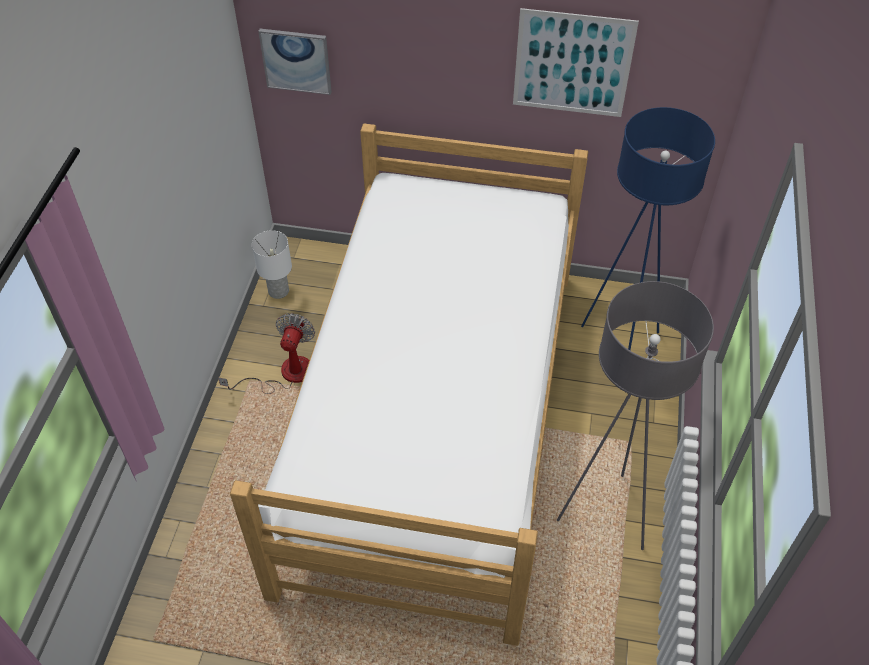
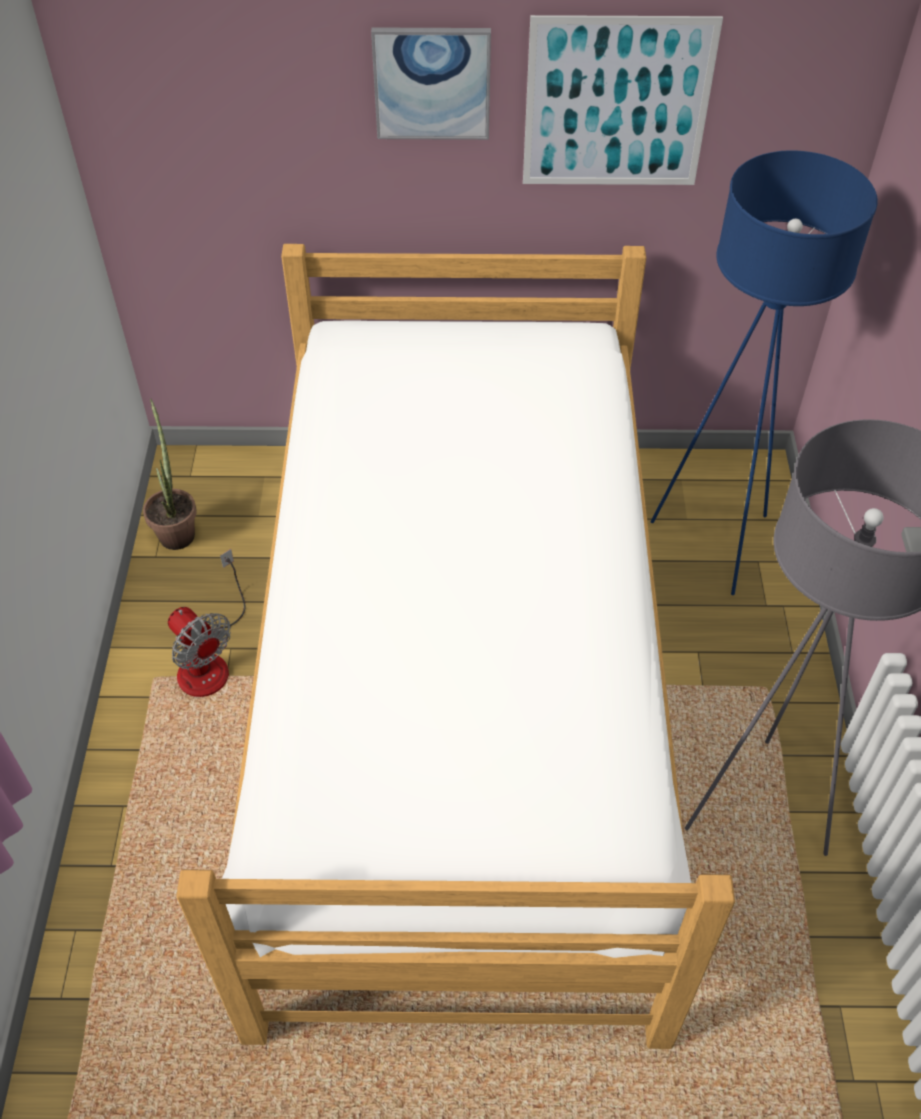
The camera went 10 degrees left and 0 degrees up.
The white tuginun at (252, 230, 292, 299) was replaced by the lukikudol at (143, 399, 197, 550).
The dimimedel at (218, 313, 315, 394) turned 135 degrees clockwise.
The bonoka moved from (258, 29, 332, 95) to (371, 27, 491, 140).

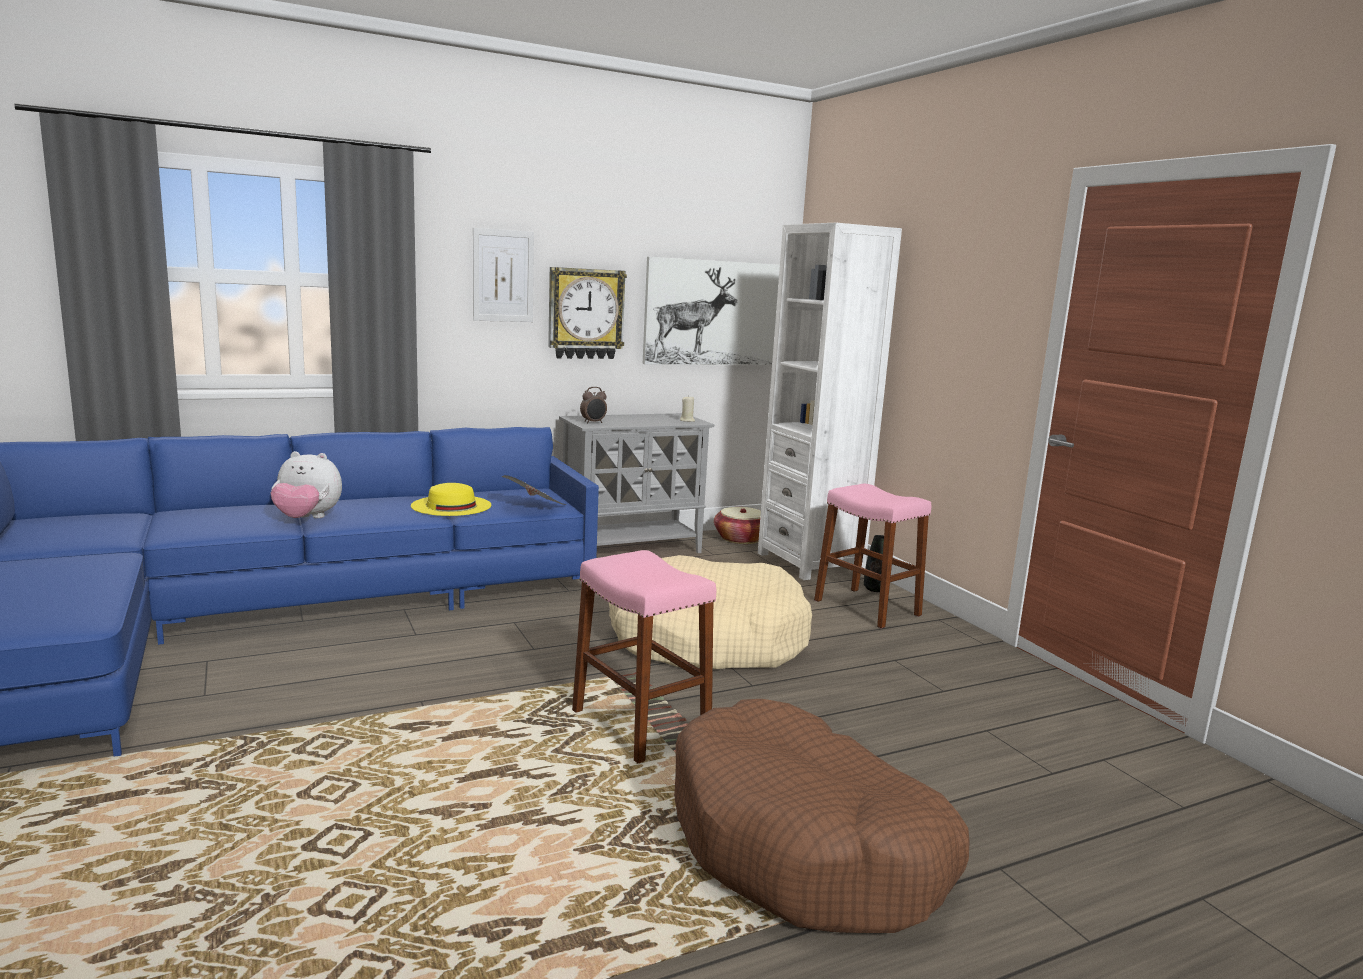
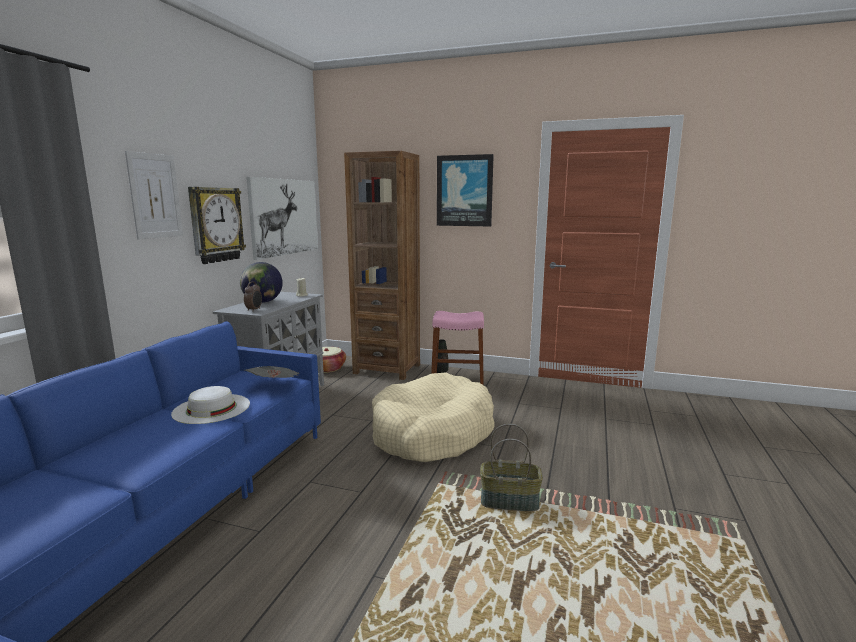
The camera went 45 degrees left and 0 degrees up.
The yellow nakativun at (411, 483, 491, 516) became the white nakativun at (171, 386, 250, 424).
The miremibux at (240, 262, 283, 303) appeared.
The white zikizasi at (758, 223, 902, 580) became the brown zikizasi at (344, 151, 420, 380).
The bonoka at (437, 154, 494, 227) appeared.
The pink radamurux at (572, 550, 716, 763) was replaced by the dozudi at (480, 424, 543, 511).
The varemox at (270, 451, 342, 518) disappeared.
The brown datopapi at (674, 699, 970, 933) disappeared.

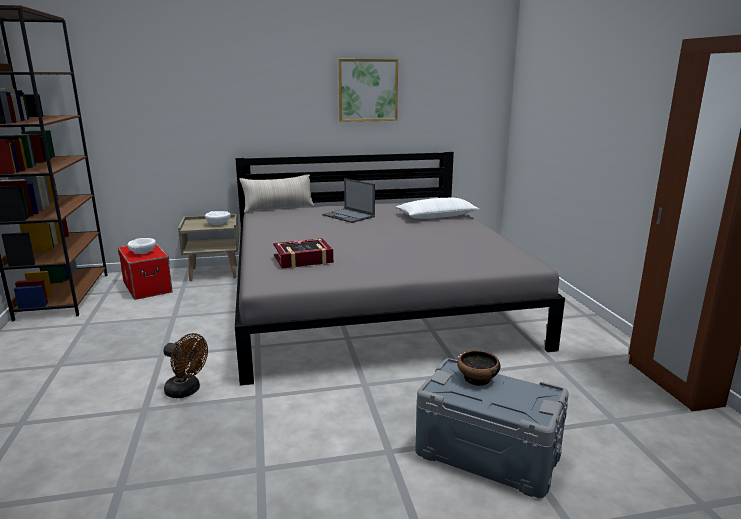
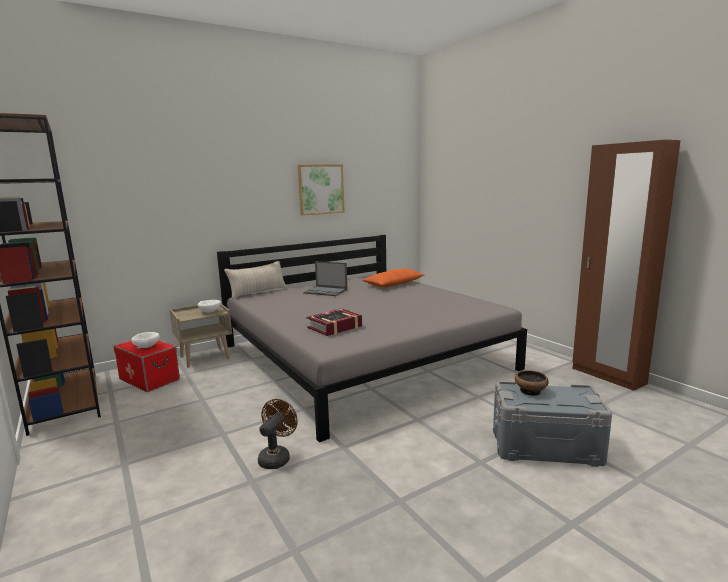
The camera went 20 degrees left and 5 degrees down.
The brown dimimedel at (163, 333, 208, 398) turned 75 degrees counterclockwise.
The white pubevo at (396, 198, 479, 219) became the orange pubevo at (362, 269, 425, 287).

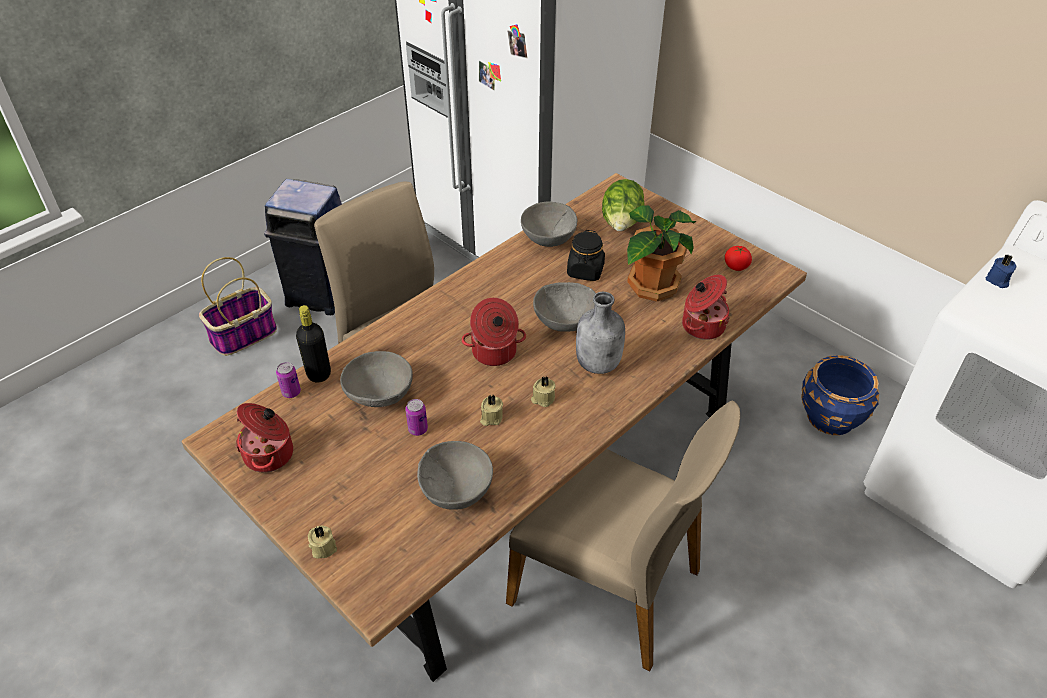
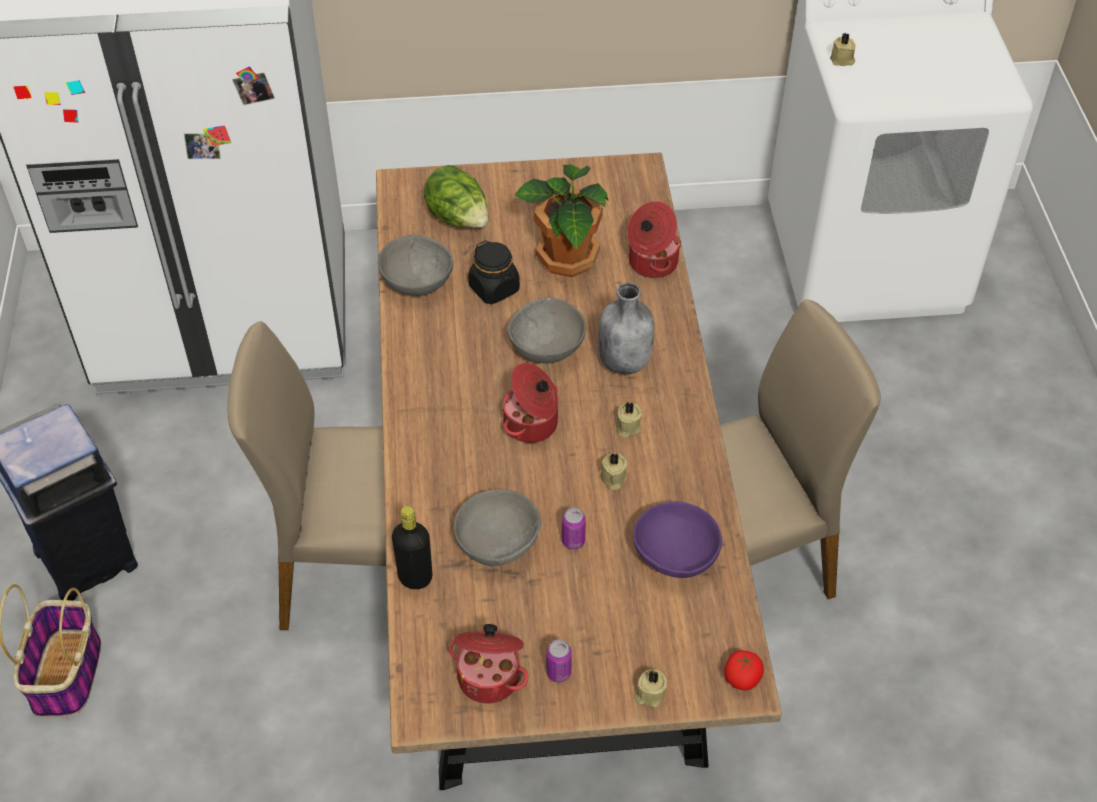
The camera went 50 degrees left and 5 degrees up.
The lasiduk moved from (276, 362, 301, 398) to (546, 640, 572, 682).
The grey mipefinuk at (417, 441, 493, 510) became the purple mipefinuk at (633, 501, 722, 578).
The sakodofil moved from (725, 246, 752, 271) to (724, 650, 764, 690).
The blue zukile at (986, 254, 1016, 288) became the beige zukile at (830, 33, 856, 66).
The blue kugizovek at (801, 355, 879, 435) disappeared.

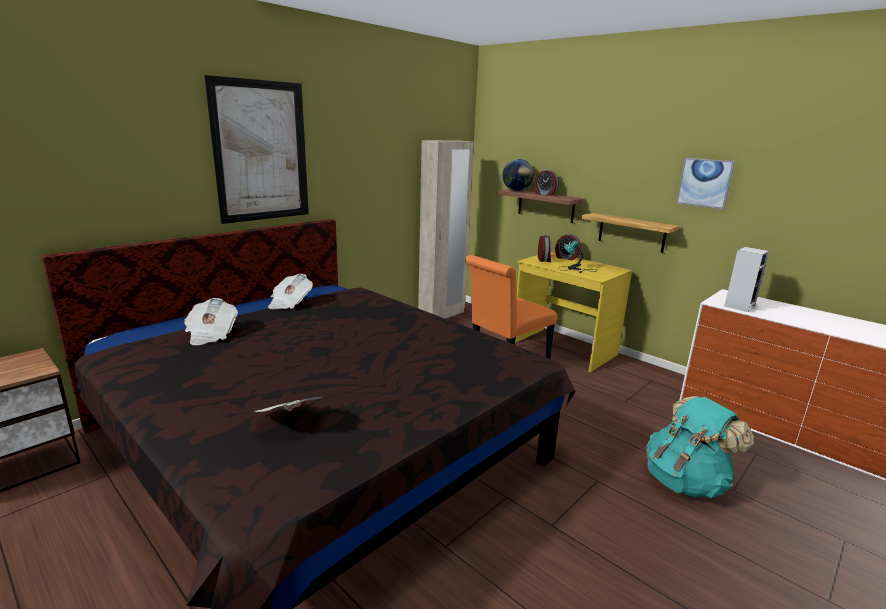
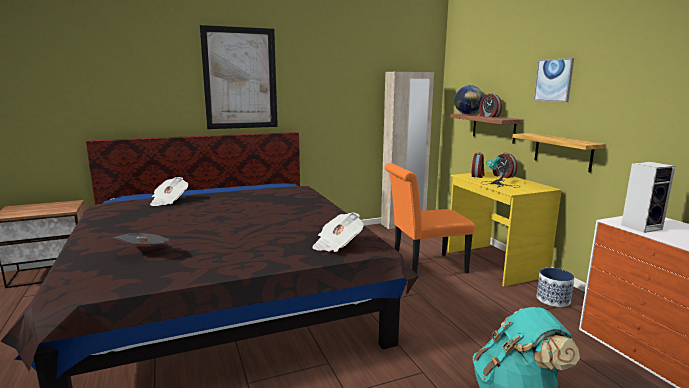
The camera went 25 degrees right and 5 degrees down.
The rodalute moved from (268, 274, 313, 310) to (312, 213, 364, 252).
The bonoka moved from (676, 158, 735, 209) to (534, 58, 574, 102).
The kugizovek at (537, 268, 574, 307) appeared.

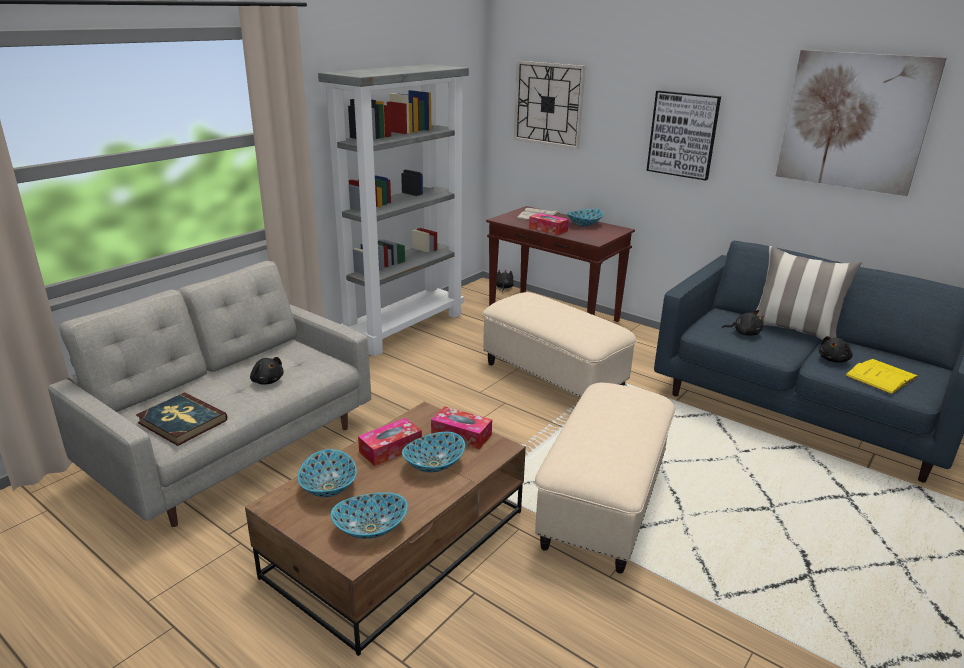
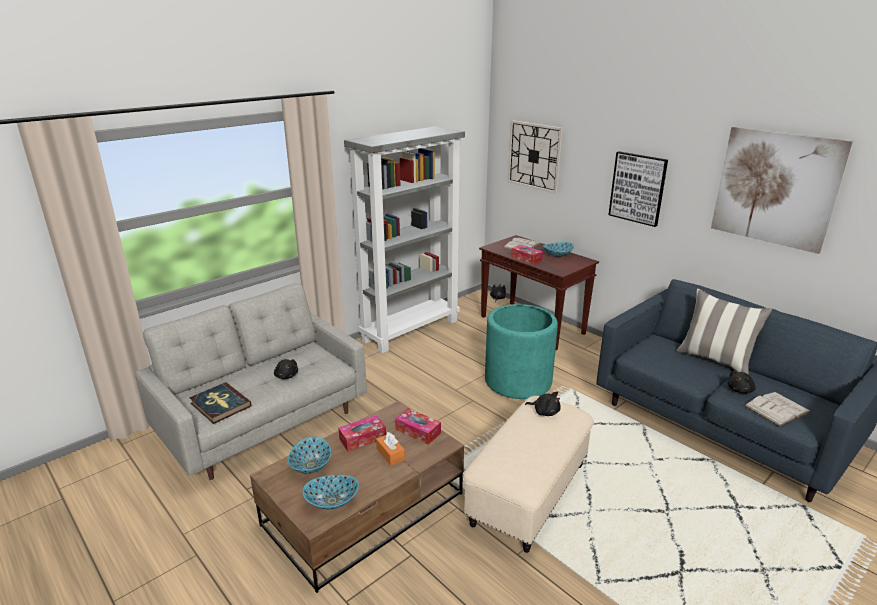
The camera went 10 degrees right and 0 degrees up.
The mipefinuk at (402, 432, 465, 472) was replaced by the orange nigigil at (376, 432, 405, 465).
The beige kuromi at (482, 292, 637, 398) was replaced by the turquoise kugizovek at (485, 304, 558, 399).
The black varemox moved from (722, 310, 764, 336) to (525, 392, 561, 416).
The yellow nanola at (845, 359, 918, 395) became the white nanola at (744, 392, 811, 427).

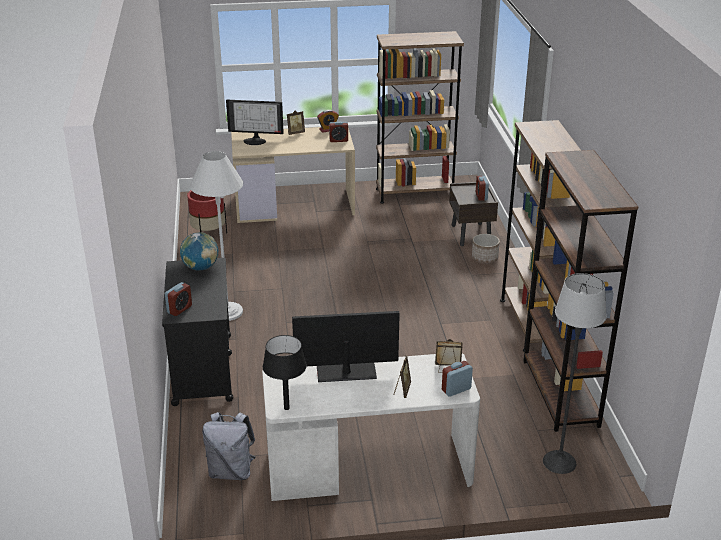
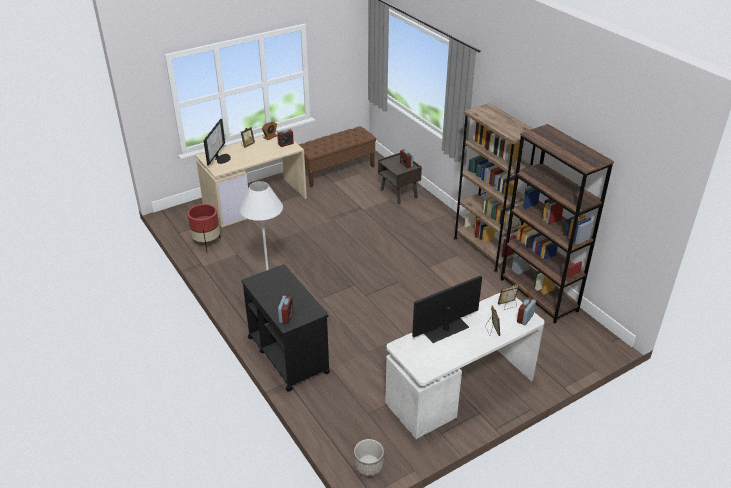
The camera went 25 degrees left and 5 degrees up.
The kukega at (226, 100, 284, 145) turned 60 degrees counterclockwise.
The brown zikizasi at (376, 31, 464, 204) was replaced by the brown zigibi at (298, 126, 376, 187).
The kugizovek moved from (472, 234, 500, 264) to (354, 439, 384, 477).
The miremibux at (180, 232, 218, 271) disappeared.
The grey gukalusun at (202, 412, 256, 480) disappeared.
The black tuginun at (263, 335, 307, 410) disappeared.
The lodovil at (543, 273, 607, 474) disappeared.

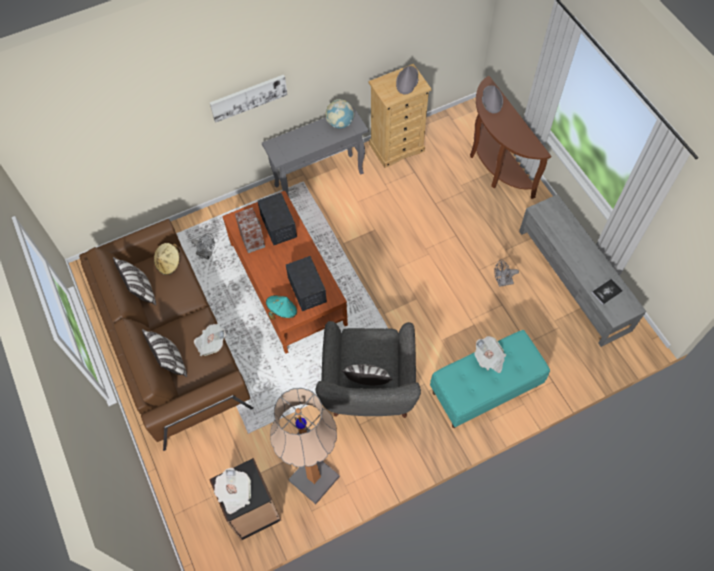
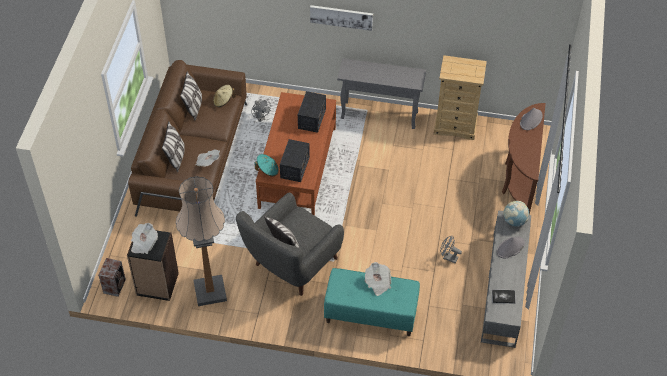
The camera went 35 degrees right and 10 degrees down.
The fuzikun moved from (235, 207, 265, 253) to (98, 258, 126, 297).
The grey nakativun moved from (396, 66, 419, 94) to (497, 236, 525, 258).
The miremibux moved from (326, 99, 355, 128) to (503, 201, 529, 227).

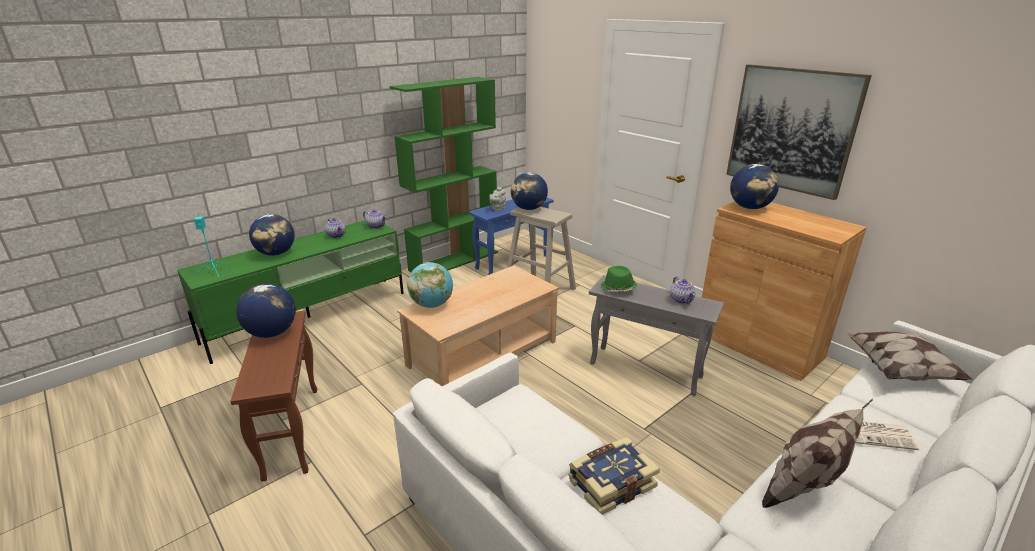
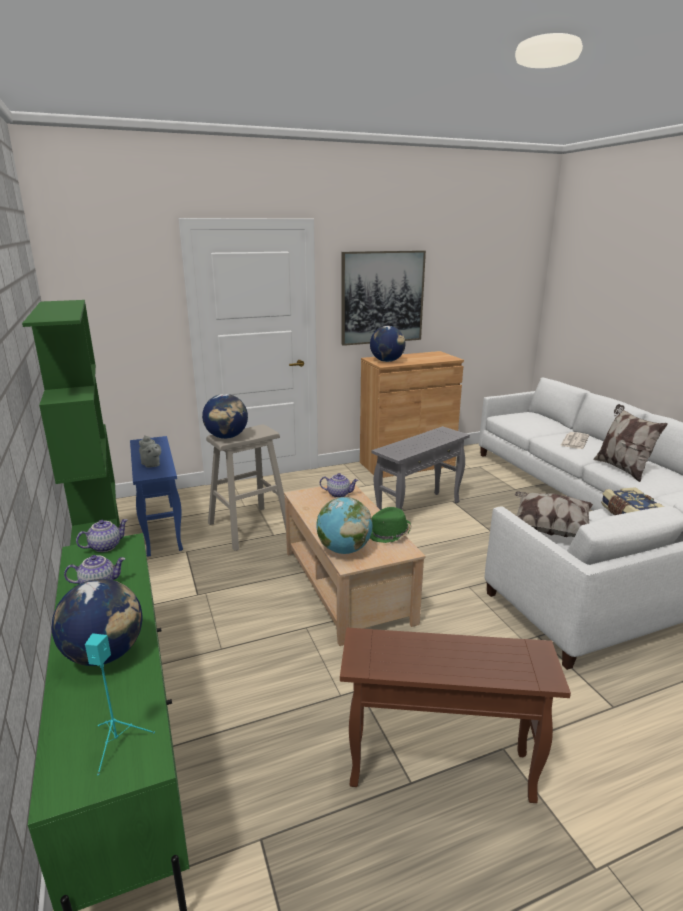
The camera went 70 degrees left and 5 degrees down.
The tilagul moved from (670, 276, 696, 304) to (320, 473, 359, 498).
The green nakativun moved from (601, 266, 637, 292) to (370, 507, 412, 543).
The pubevo moved from (846, 332, 973, 381) to (515, 491, 593, 537).
The miremibux at (236, 284, 296, 338) disappeared.

